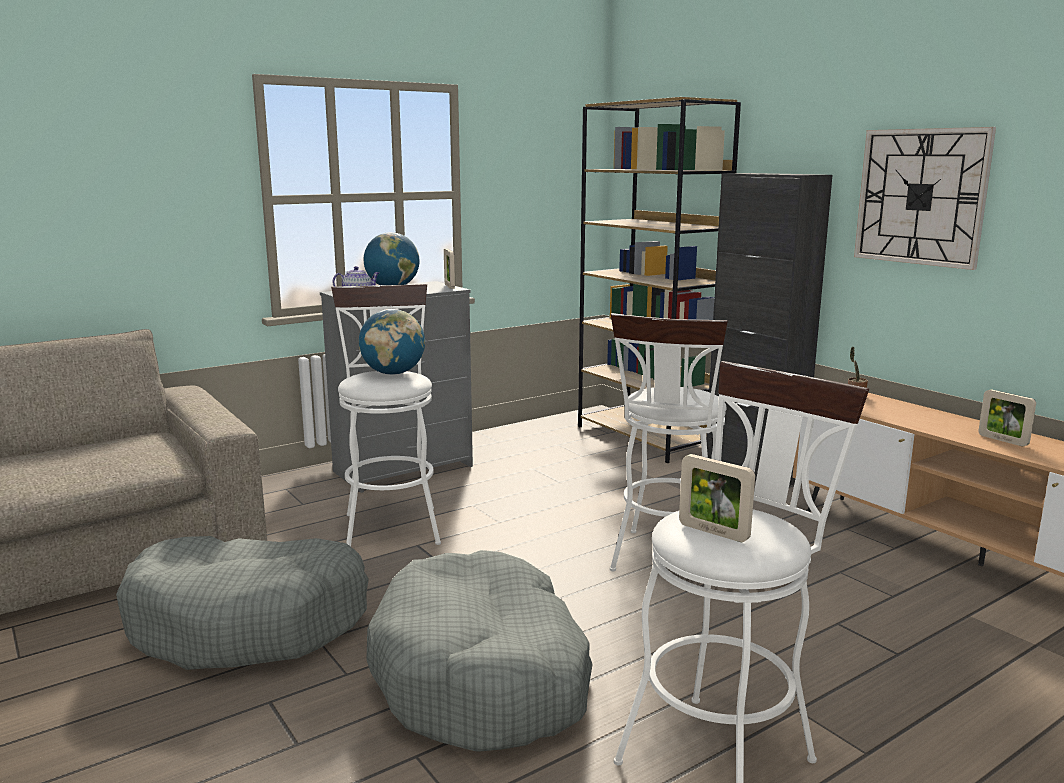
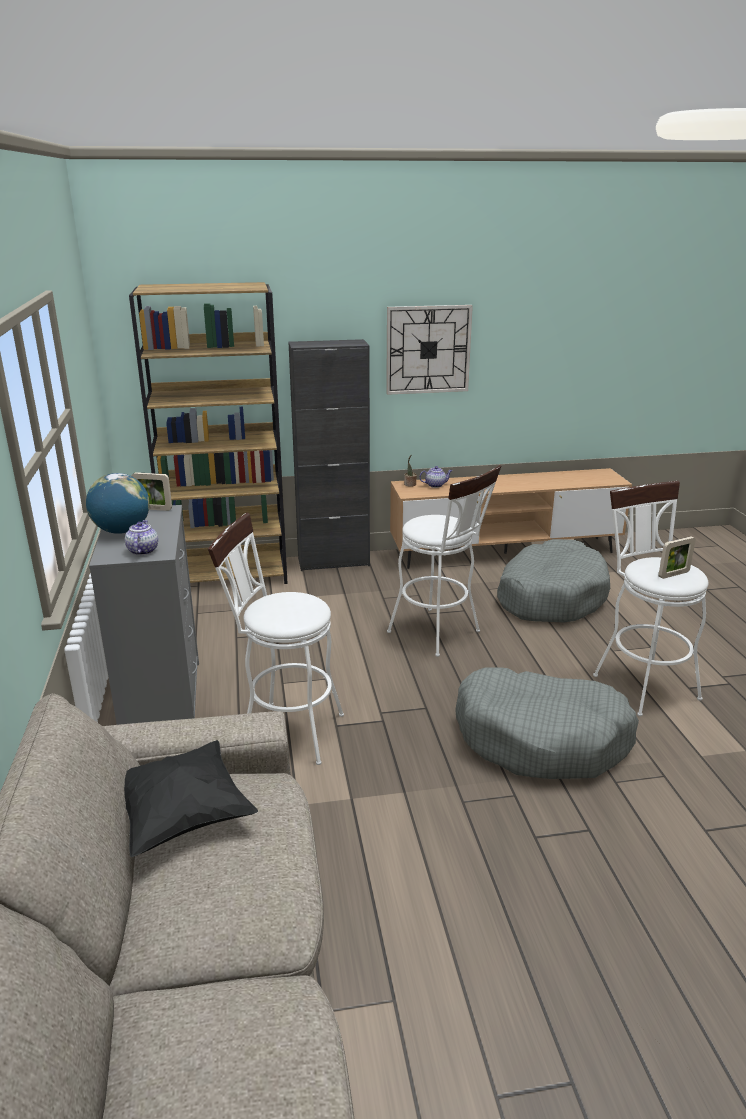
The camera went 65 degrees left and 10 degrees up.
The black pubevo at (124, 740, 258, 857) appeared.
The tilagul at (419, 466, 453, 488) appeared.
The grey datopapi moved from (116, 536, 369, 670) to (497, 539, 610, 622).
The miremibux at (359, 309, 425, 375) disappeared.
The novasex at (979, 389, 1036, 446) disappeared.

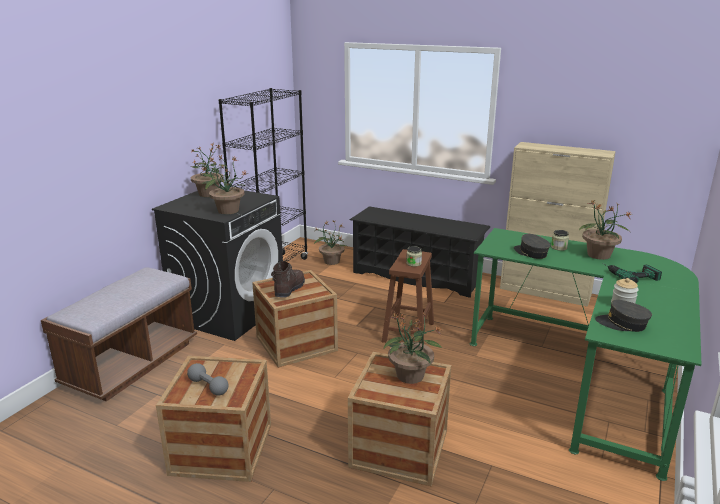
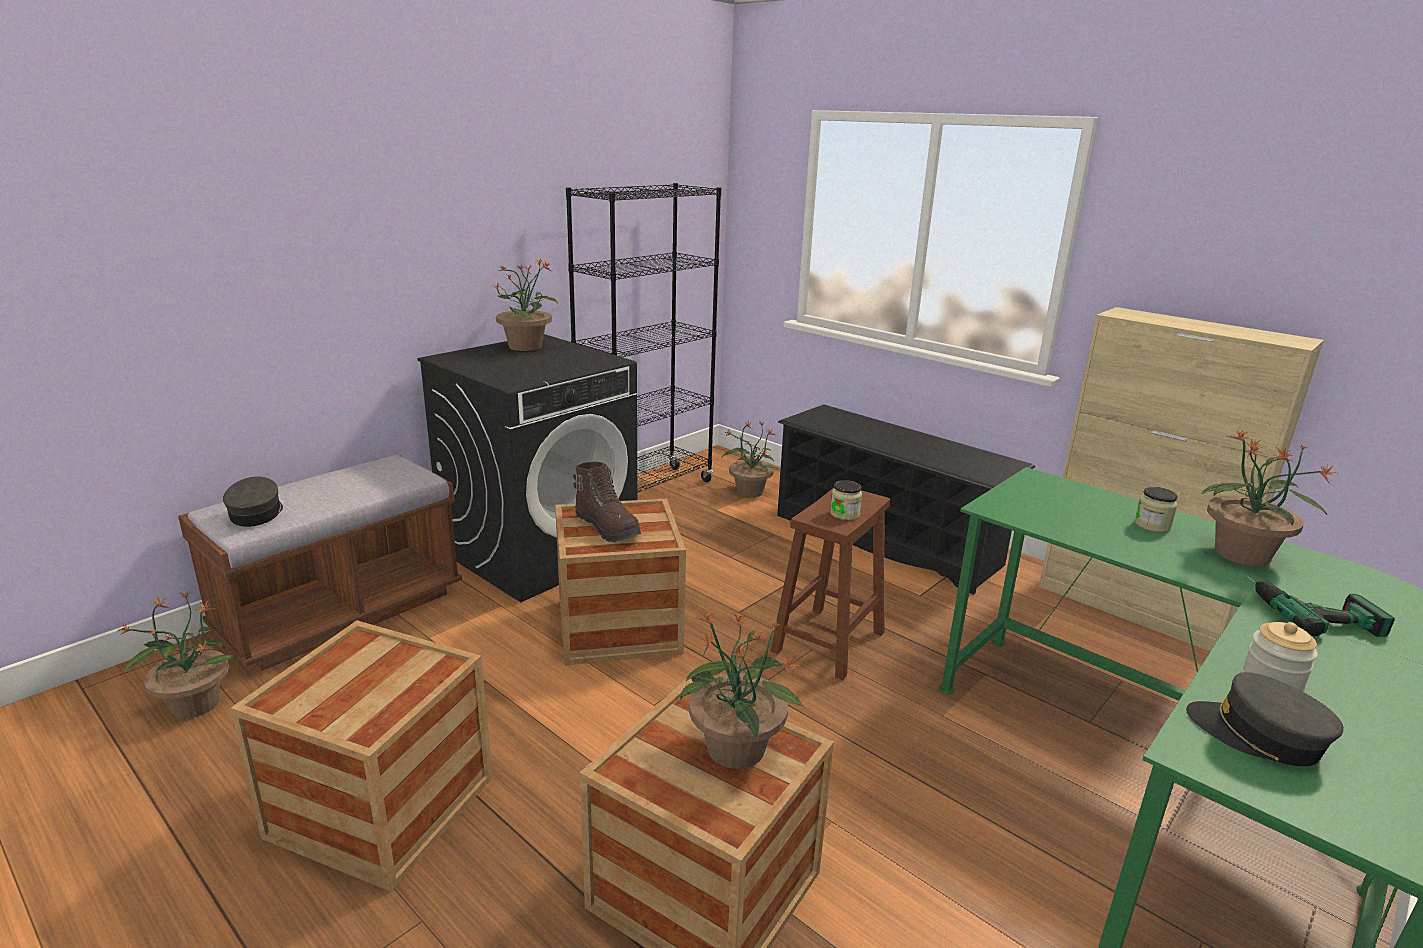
The camera went 15 degrees right and 0 degrees up.
The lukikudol moved from (201, 155, 249, 214) to (116, 592, 237, 719).
The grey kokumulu moved from (514, 234, 550, 259) to (223, 476, 283, 527).
The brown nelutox at (271, 261, 305, 298) turned 105 degrees clockwise.
The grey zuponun at (187, 363, 228, 396) disappeared.

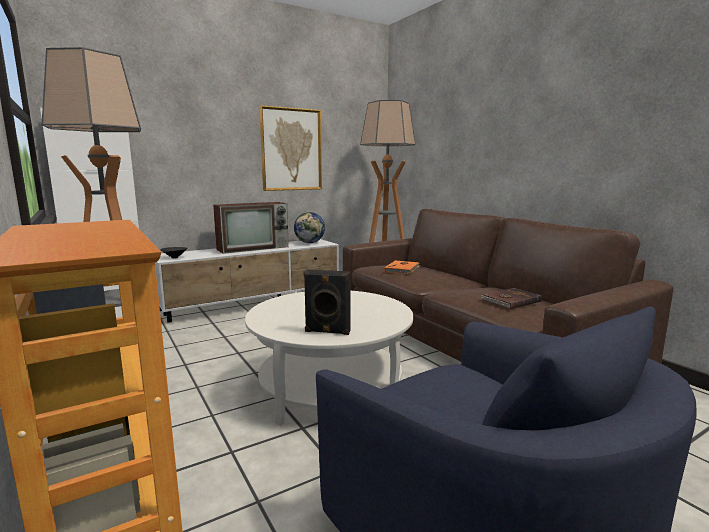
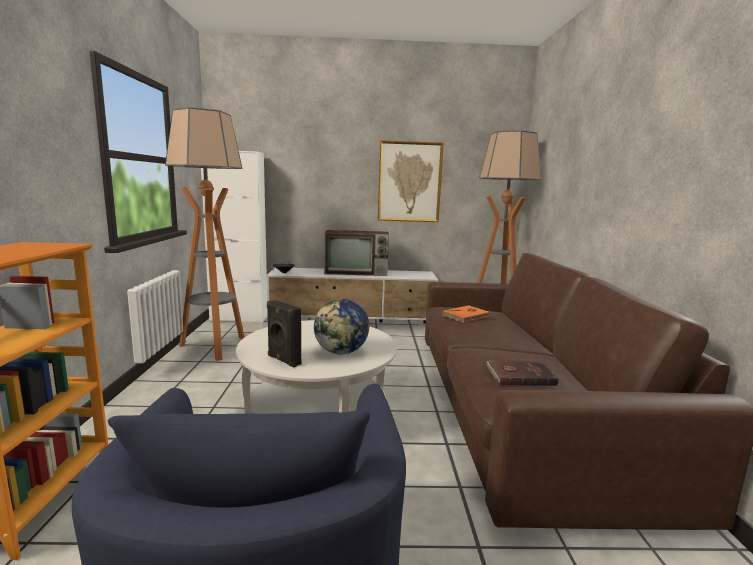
The camera went 30 degrees right and 0 degrees up.
The miremibux moved from (294, 212, 325, 243) to (314, 299, 369, 354).

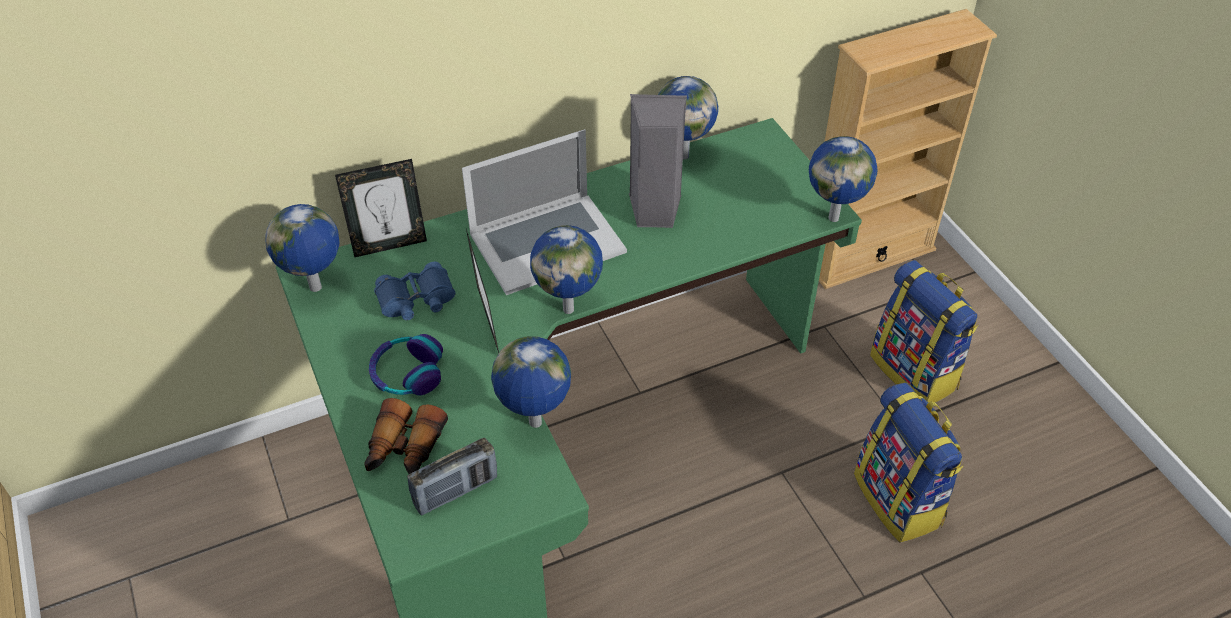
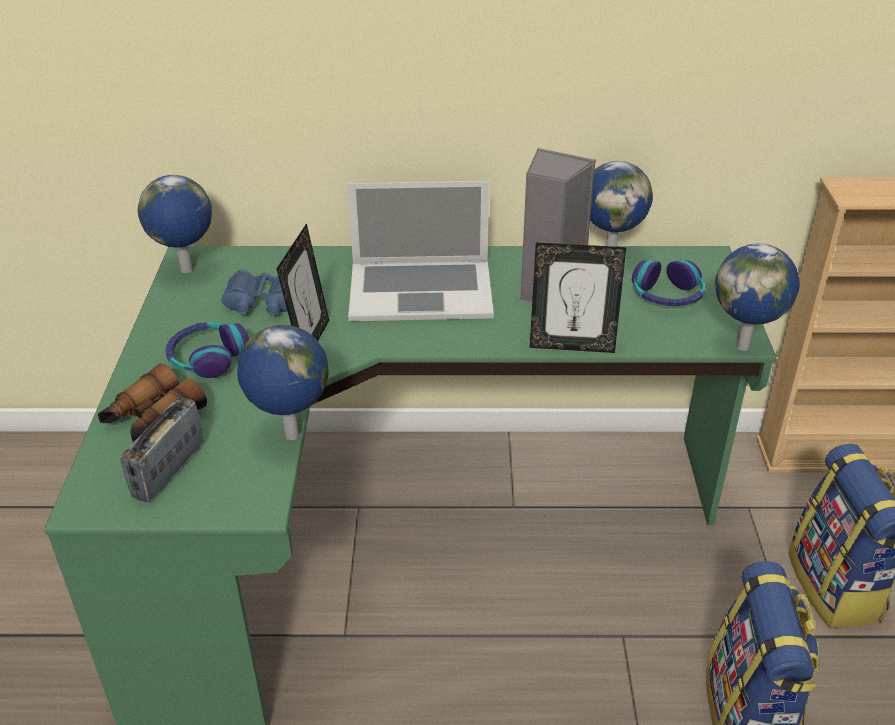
The camera went 25 degrees right and 10 degrees down.
The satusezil at (407, 438, 497, 516) turned 120 degrees clockwise.
The novasex moved from (335, 159, 427, 257) to (530, 242, 626, 353).
The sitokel at (632, 260, 705, 306) appeared.
The miremibux at (530, 225, 603, 314) disappeared.

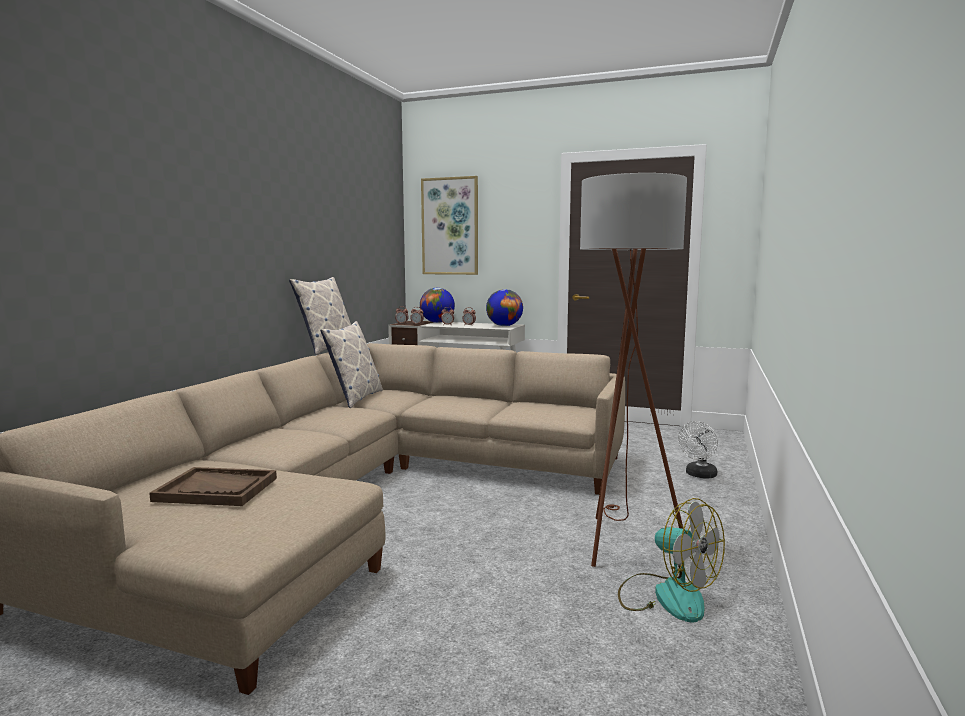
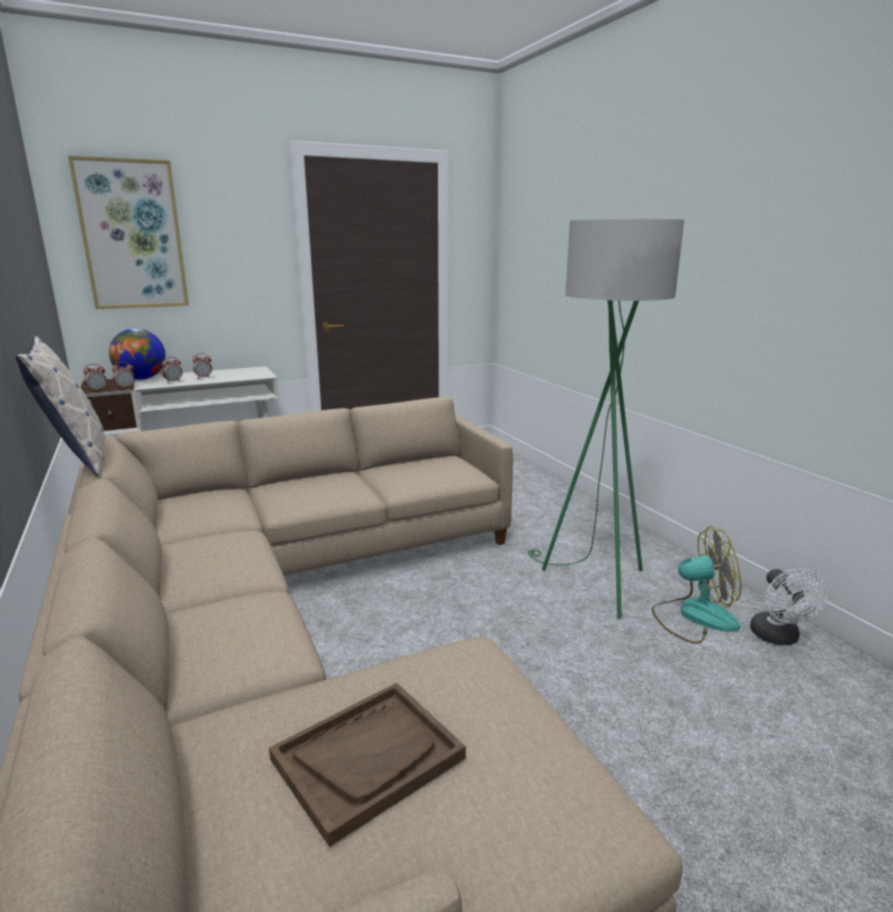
The camera went 45 degrees left and 10 degrees up.
The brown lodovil at (580, 173, 687, 567) became the green lodovil at (528, 218, 684, 618).
The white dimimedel moved from (678, 421, 718, 478) to (750, 569, 827, 645).
The pubevo at (320, 321, 383, 408) disappeared.
The miremibux at (486, 289, 523, 326) disappeared.

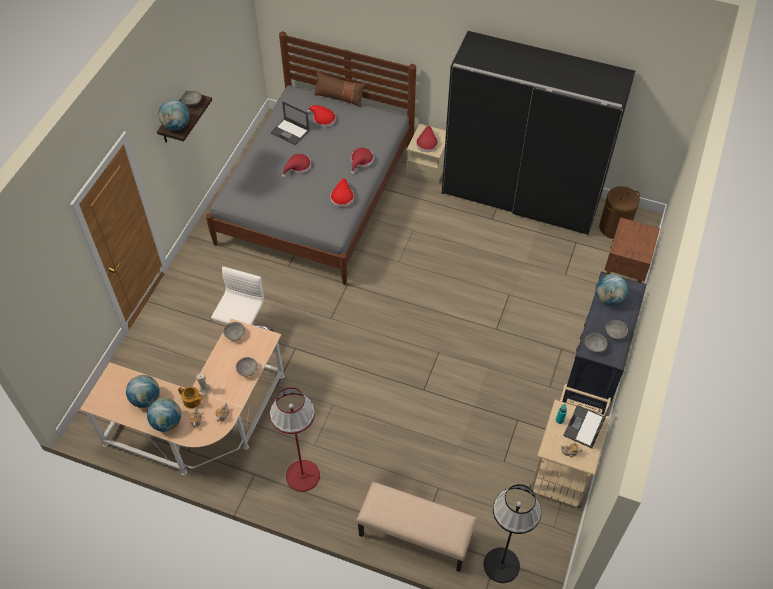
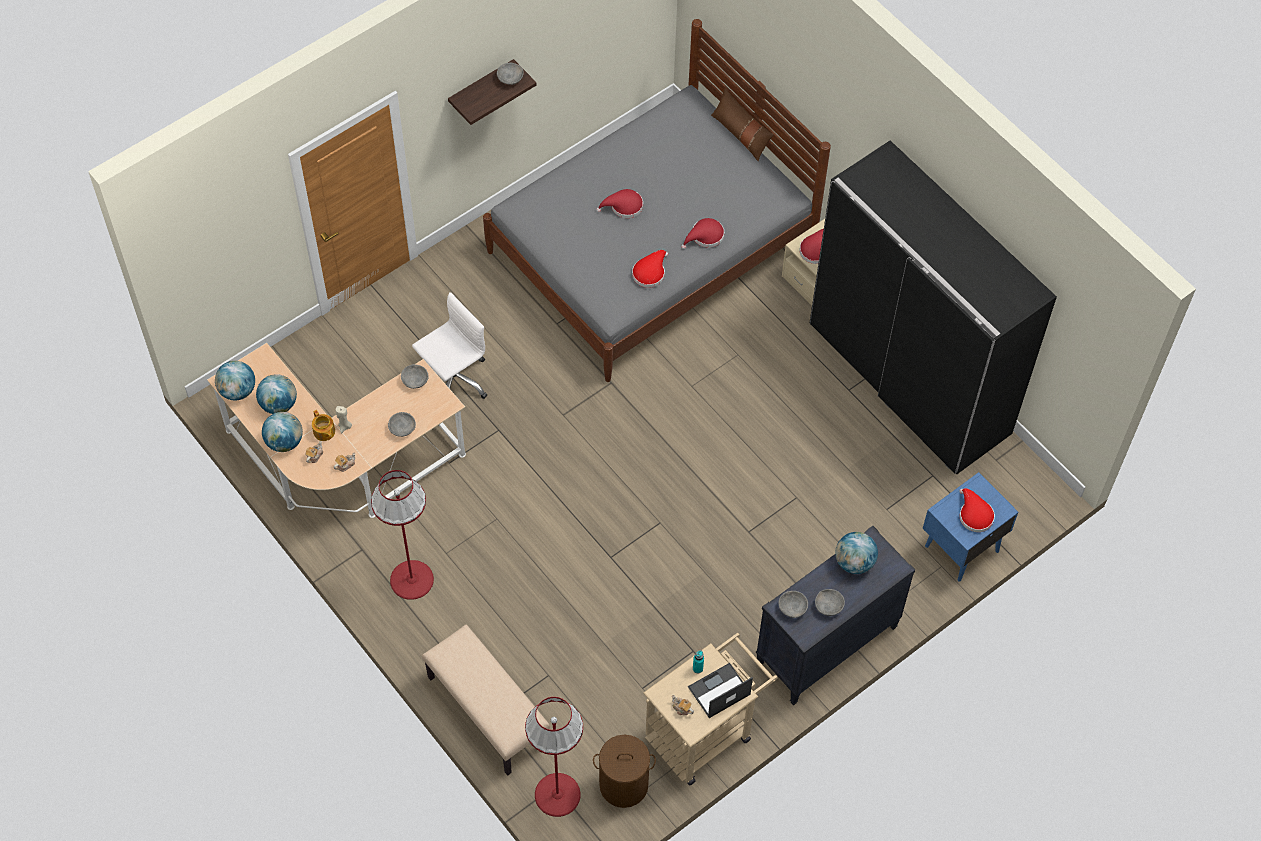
The camera went 30 degrees right and 5 degrees up.
The miremibux moved from (158, 99, 189, 130) to (215, 361, 255, 401).
The black lodovil at (484, 484, 542, 583) became the red lodovil at (525, 697, 583, 817).
The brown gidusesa moved from (599, 186, 640, 239) to (593, 735, 656, 808).
The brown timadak at (604, 217, 660, 283) became the blue timadak at (923, 472, 1018, 582).
The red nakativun moved from (307, 105, 336, 127) to (959, 488, 995, 532).
The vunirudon at (271, 101, 309, 145) disappeared.

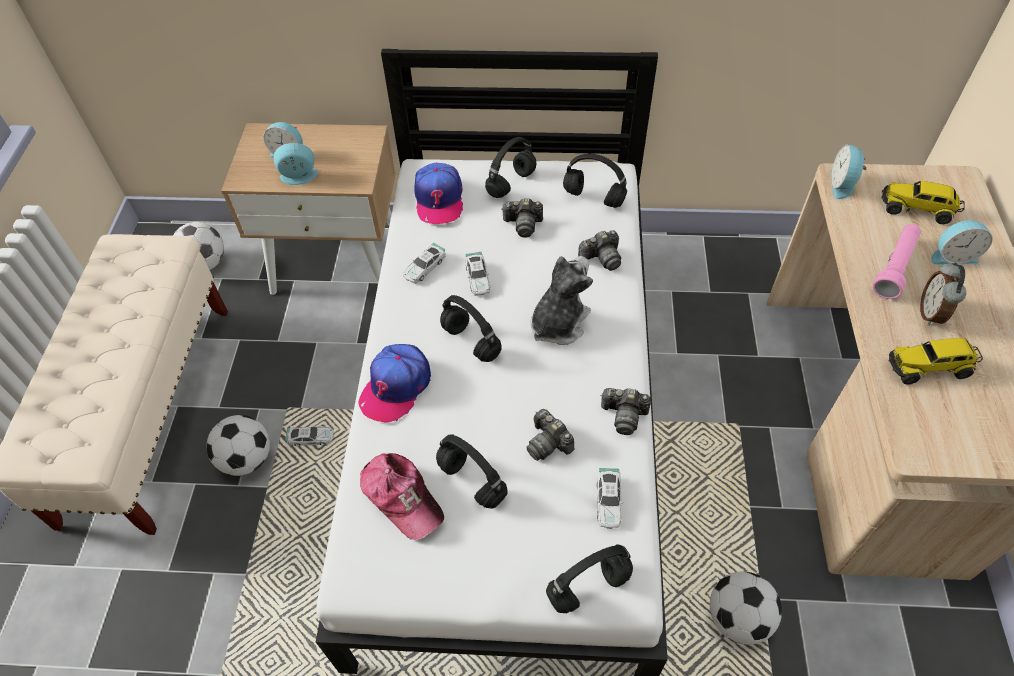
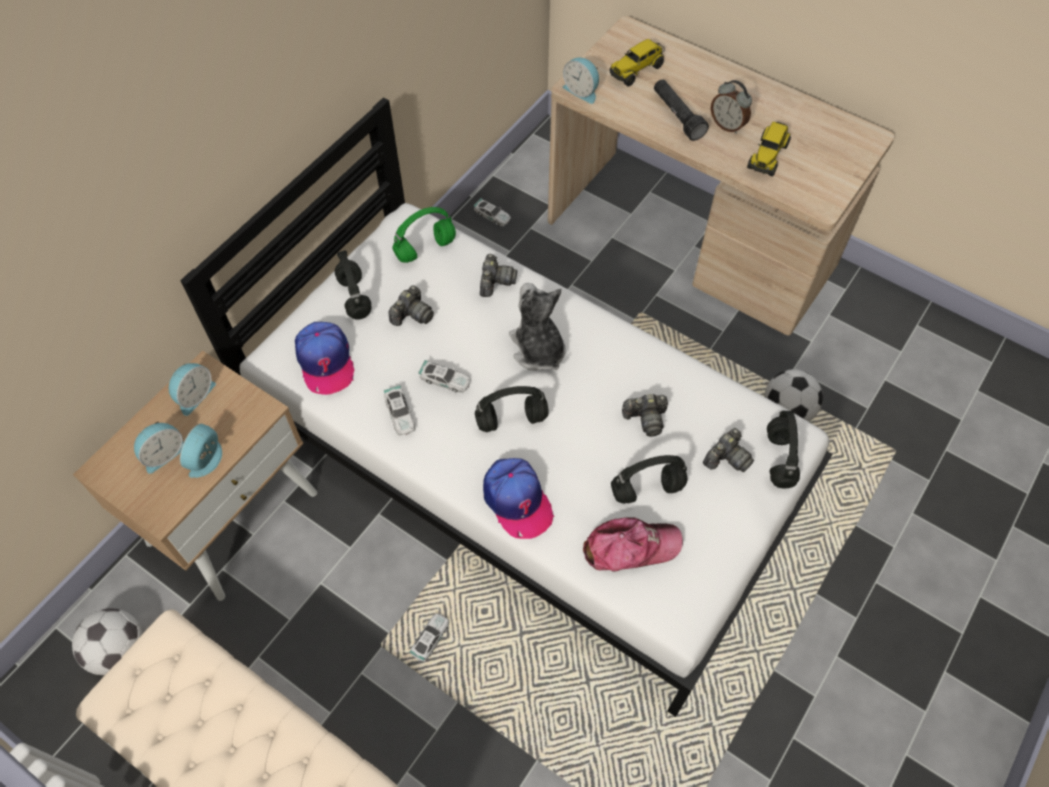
The camera went 60 degrees left and 5 degrees up.
The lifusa moved from (931, 220, 993, 265) to (169, 363, 216, 416).
The kokumulu at (414, 163, 463, 224) turned 45 degrees clockwise.
The black sitokel at (563, 154, 627, 208) became the green sitokel at (392, 207, 456, 263).
The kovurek moved from (596, 468, 623, 529) to (474, 198, 511, 227).
The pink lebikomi at (872, 224, 921, 299) became the black lebikomi at (654, 79, 709, 141).
The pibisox moved from (600, 388, 651, 435) to (703, 428, 754, 472).
The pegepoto at (206, 415, 270, 476) disappeared.

